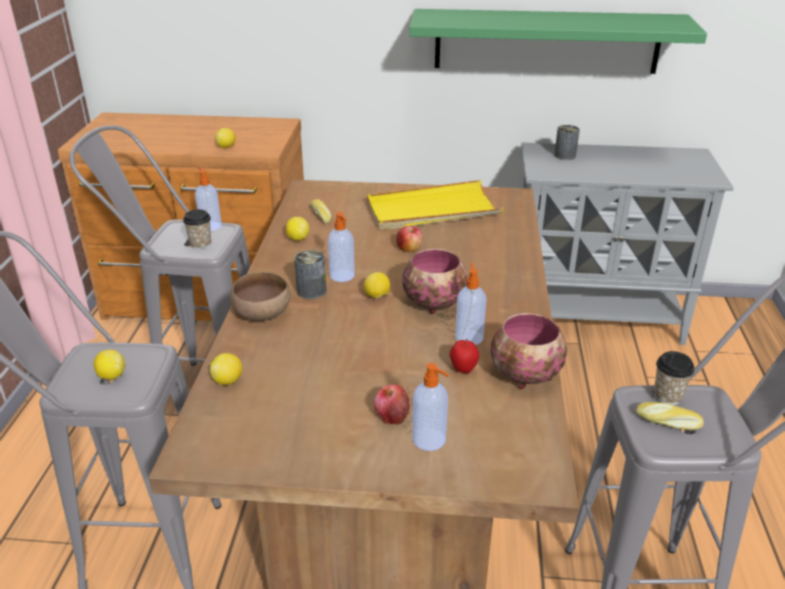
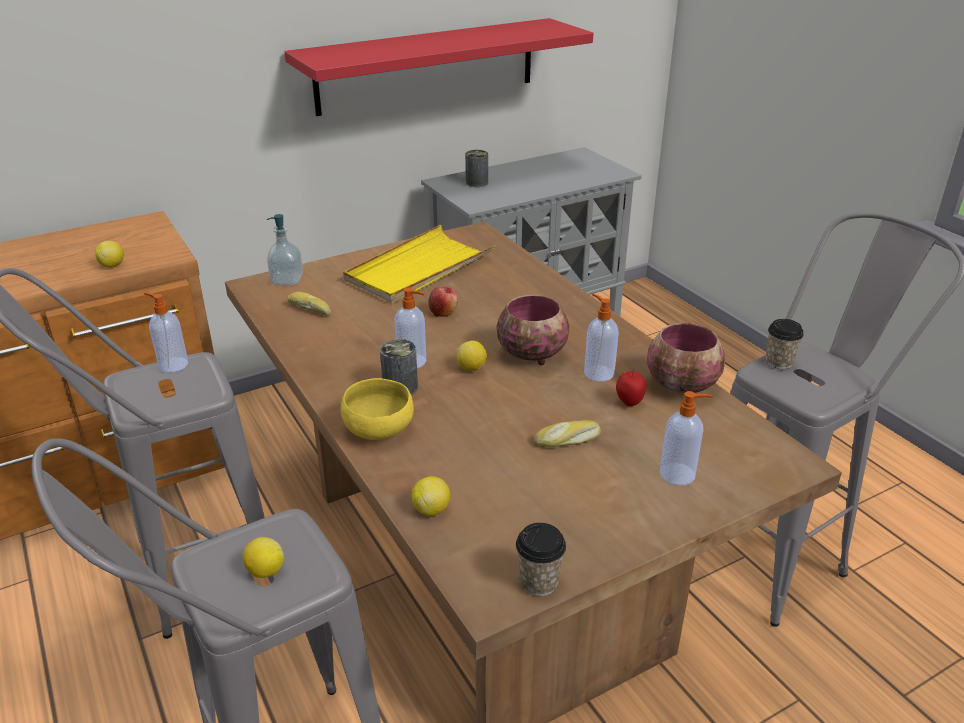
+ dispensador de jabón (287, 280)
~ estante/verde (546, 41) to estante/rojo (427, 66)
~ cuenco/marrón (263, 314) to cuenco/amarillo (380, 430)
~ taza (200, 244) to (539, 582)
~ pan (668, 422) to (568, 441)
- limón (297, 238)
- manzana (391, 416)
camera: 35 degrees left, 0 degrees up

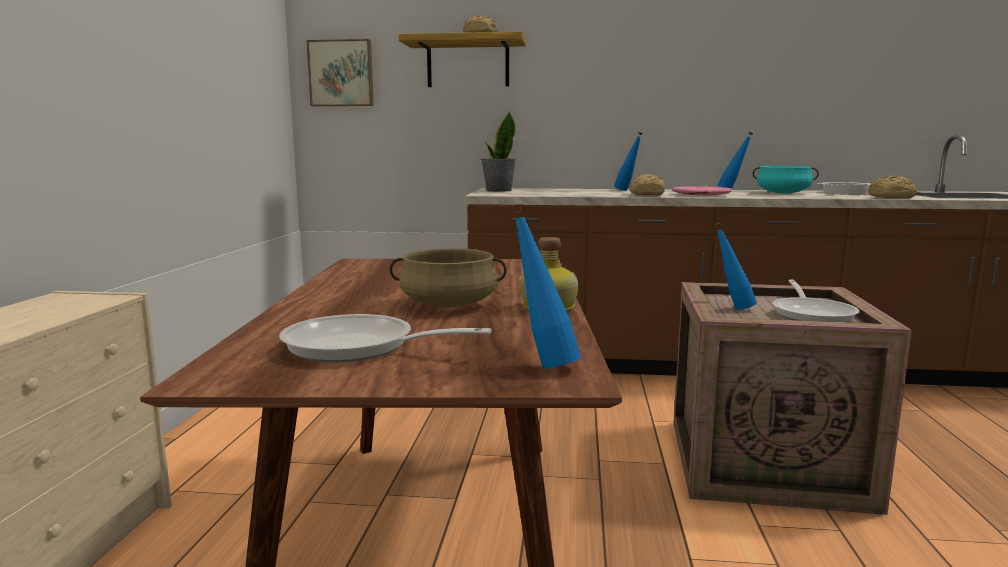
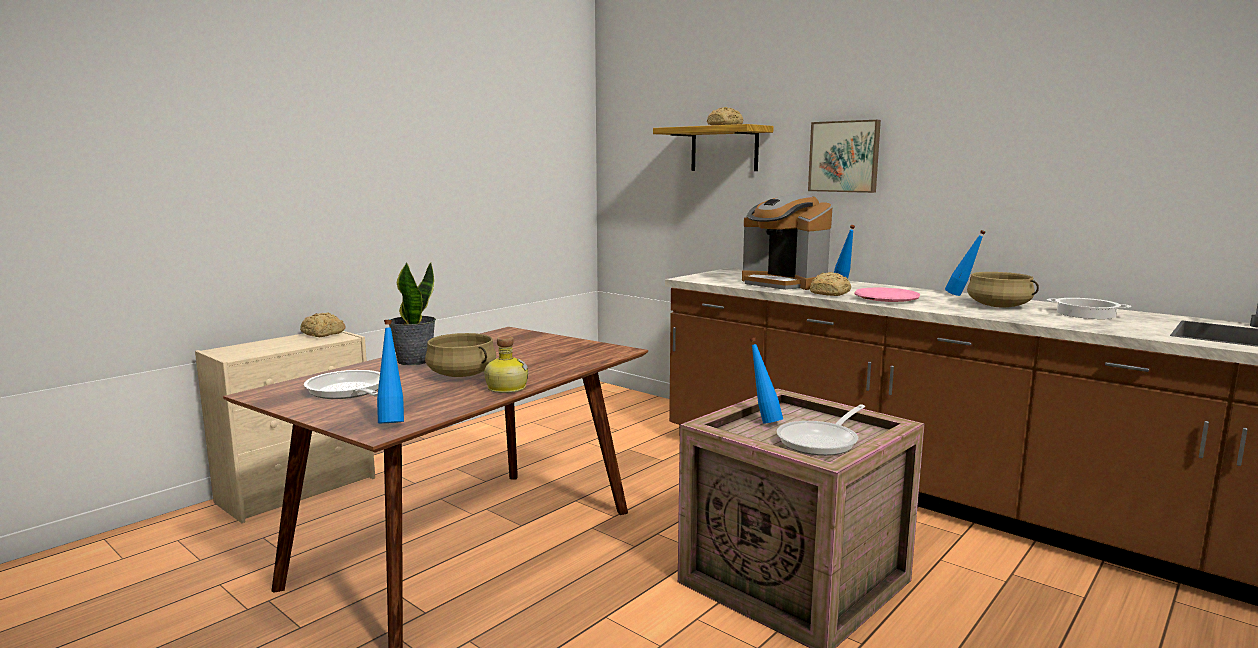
~ pan (892, 197) to (323, 334)
~ planta en maceta (498, 190) to (414, 361)
+ cafetera (784, 283)
~ cuadro (341, 73) to (844, 156)
~ olla/turquesa (783, 193) to olla/beis (999, 306)
camera: 35 degrees right, 0 degrees up

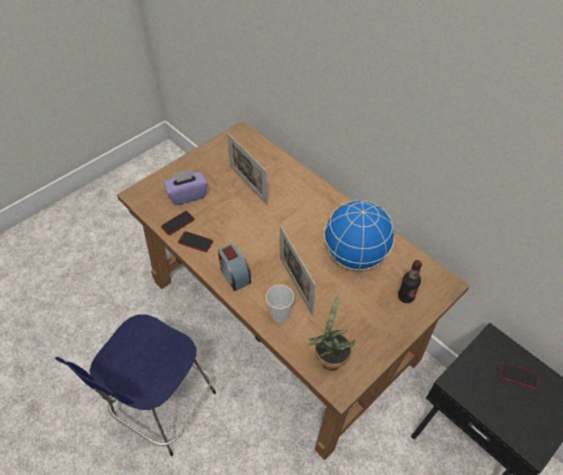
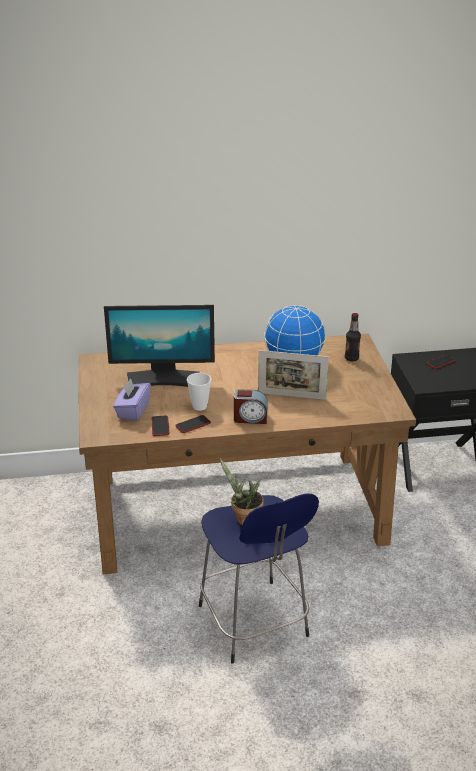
~ portarretratos (248, 185) to monitor (162, 379)
~ taza (280, 315) to (199, 406)
~ planta en maceta (329, 358) to (244, 519)
camera: 55 degrees left, 20 degrees down

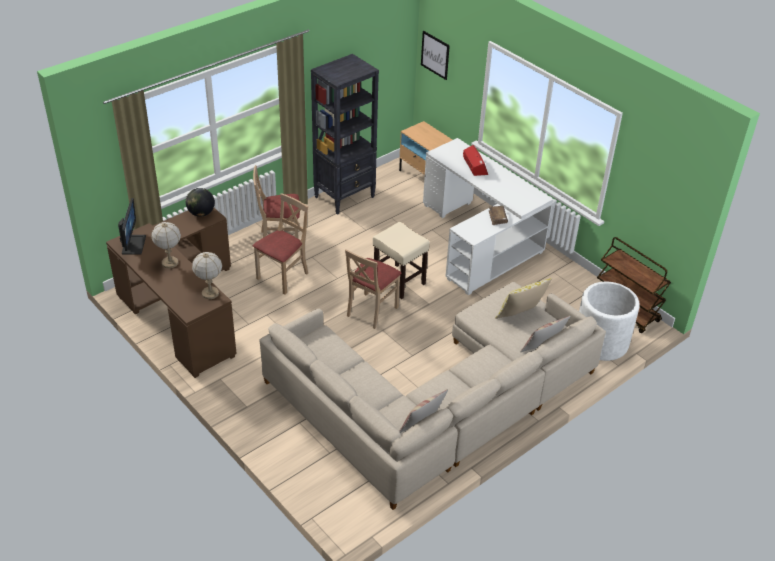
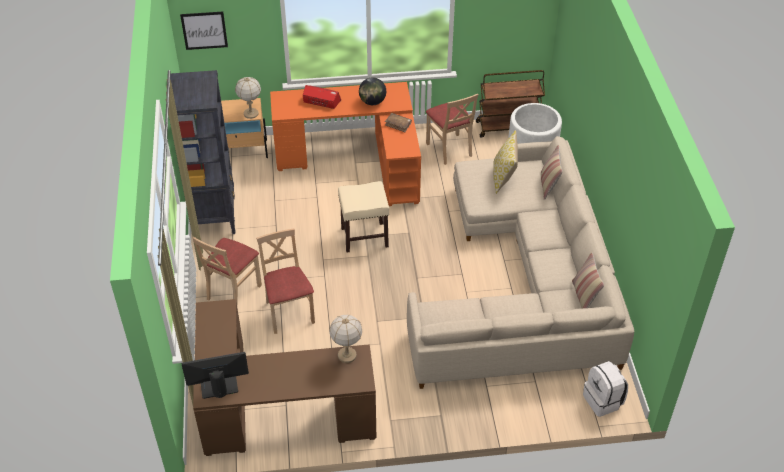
~ monitor (133, 244) = (219, 387) 45 degrees counterclockwise
~ lámpara de mesa (170, 263) to (251, 114)
~ escritorio/blanco (481, 240) to escritorio/naranja (358, 160)
~ globo terráqueo (201, 213) to (372, 102)
~ silla/beis (371, 310) to (449, 149)
+ mochila/blanco (603, 401)
camera: 55 degrees left, 5 degrees up

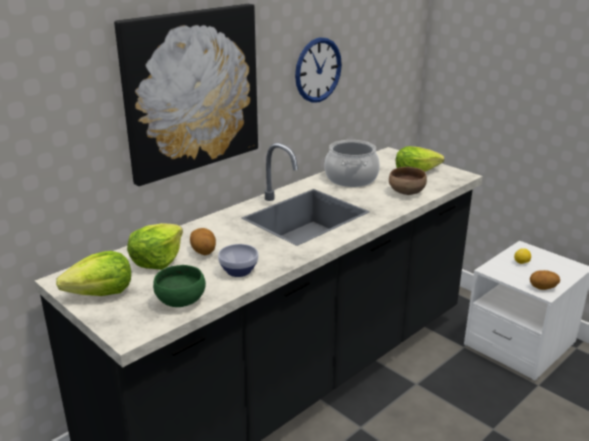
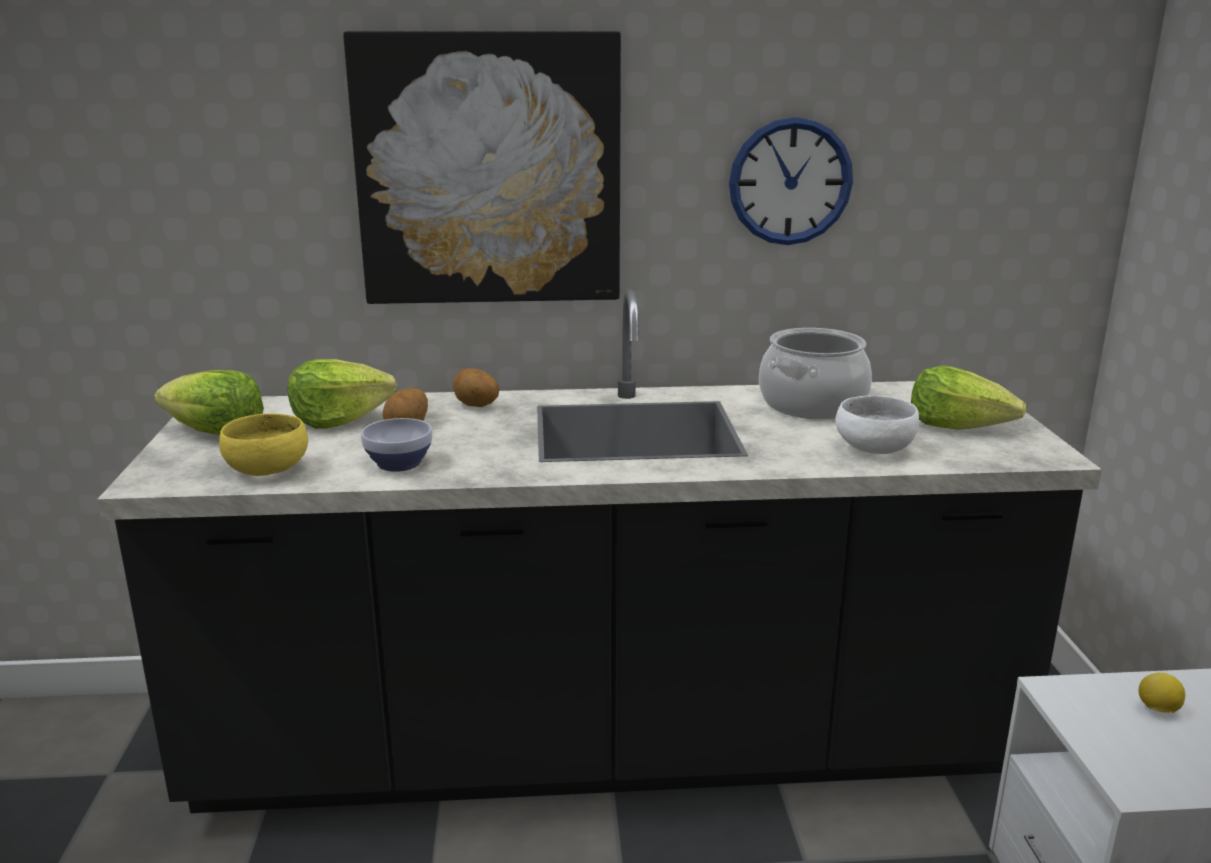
~ cuenco/verde (180, 300) to cuenco/amarillo (267, 469)
~ patata (543, 288) to (475, 406)
~ cuenco/marrón (406, 192) to cuenco/blanco (872, 449)
camera: 40 degrees right, 5 degrees down

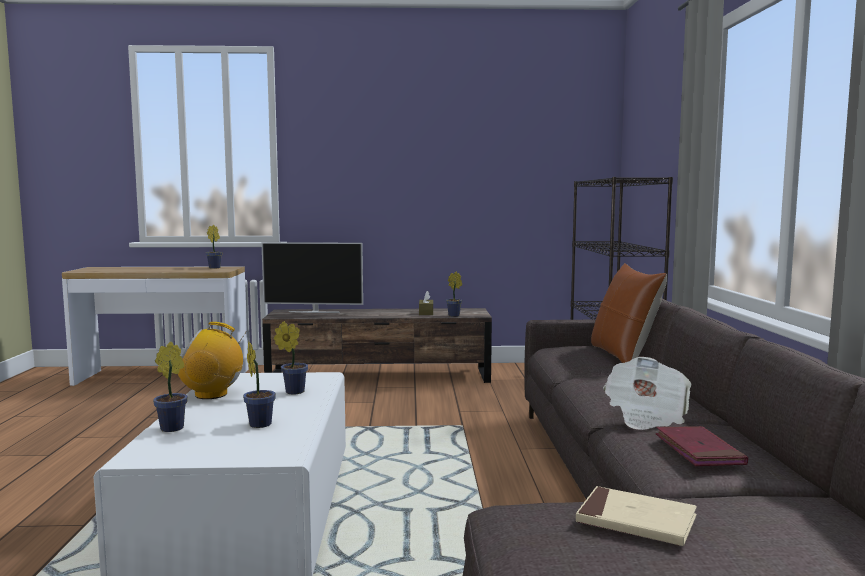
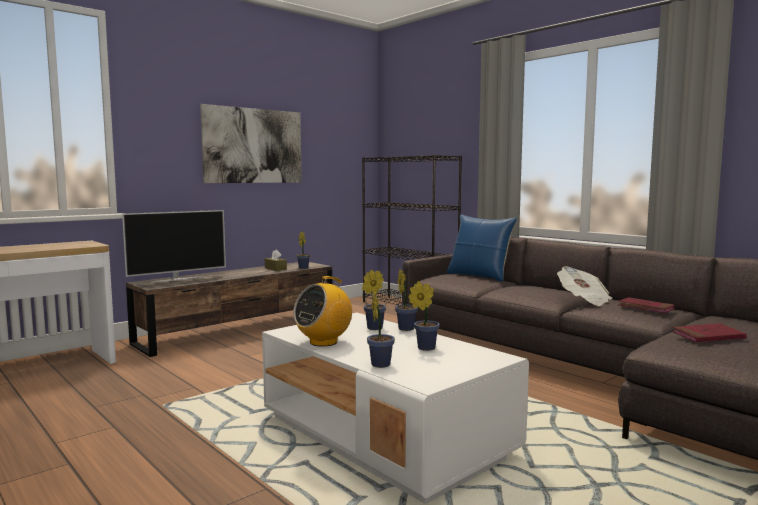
+ cuadro (253, 146)
~ planta en maceta (215, 267) to (405, 328)
~ cojín/marrón (623, 356) to cojín/azul (479, 276)
~ libro/beis (636, 521) to libro/rojo (708, 336)
camera: 40 degrees left, 0 degrees up

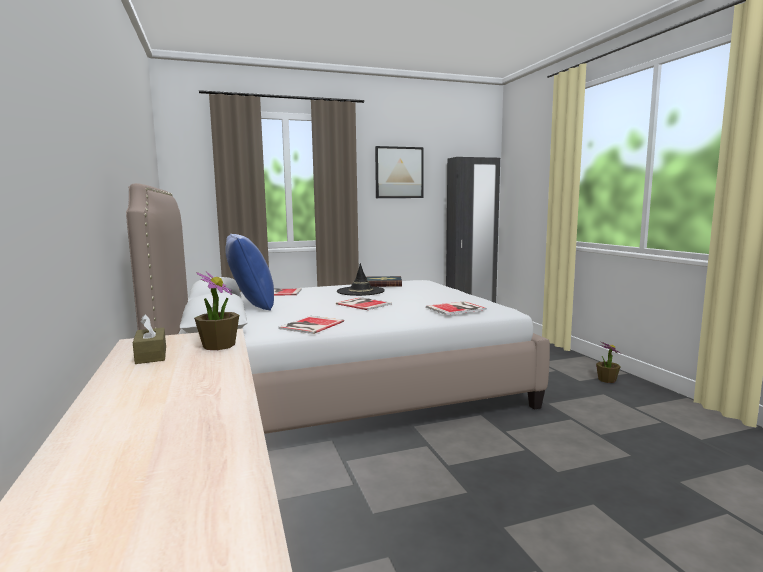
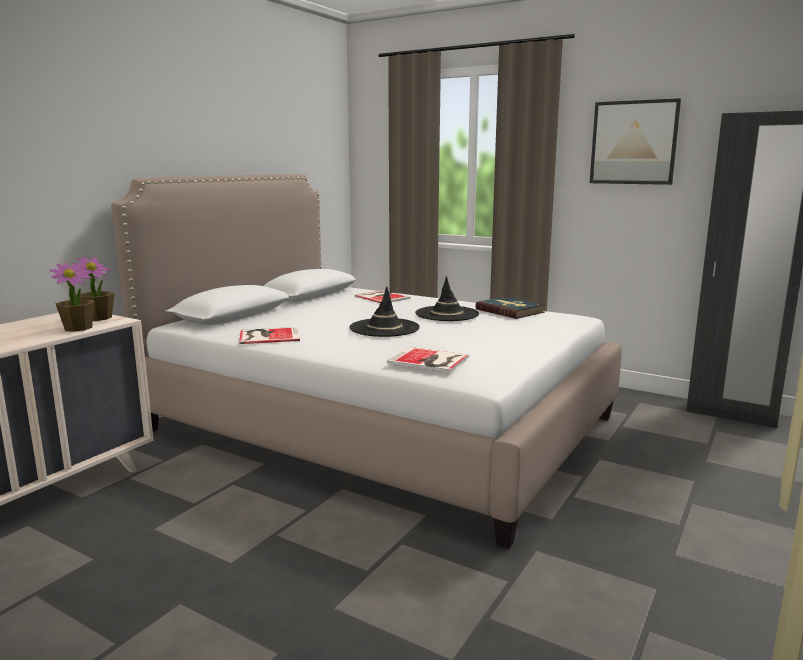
~ planta en maceta (607, 380) to (98, 318)
~ libro (363, 304) to sombrero/negro (384, 328)
- caja de pañuelos/marrón (151, 355)
- cojín/azul (251, 305)
camera: 50 degrees right, 5 degrees up

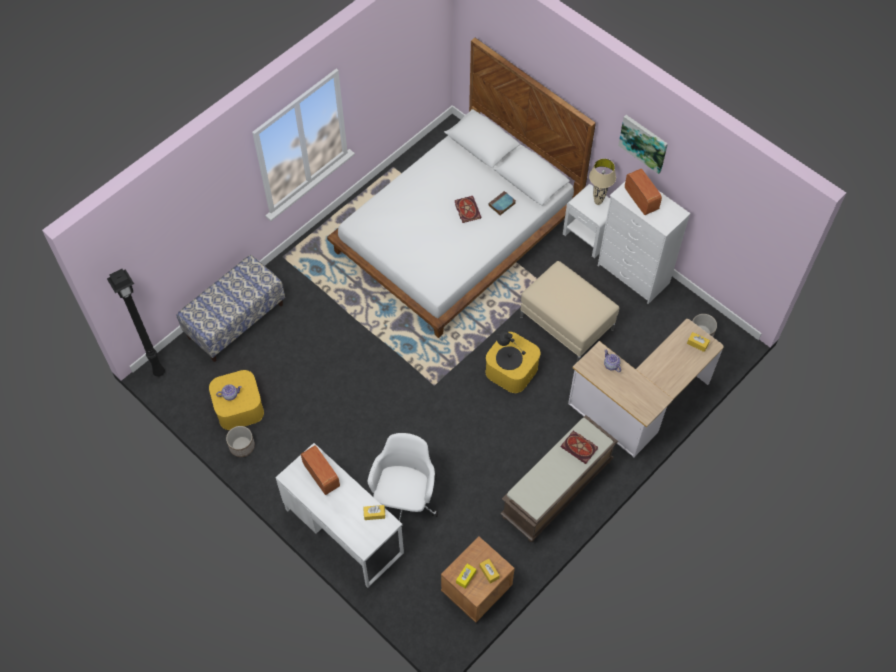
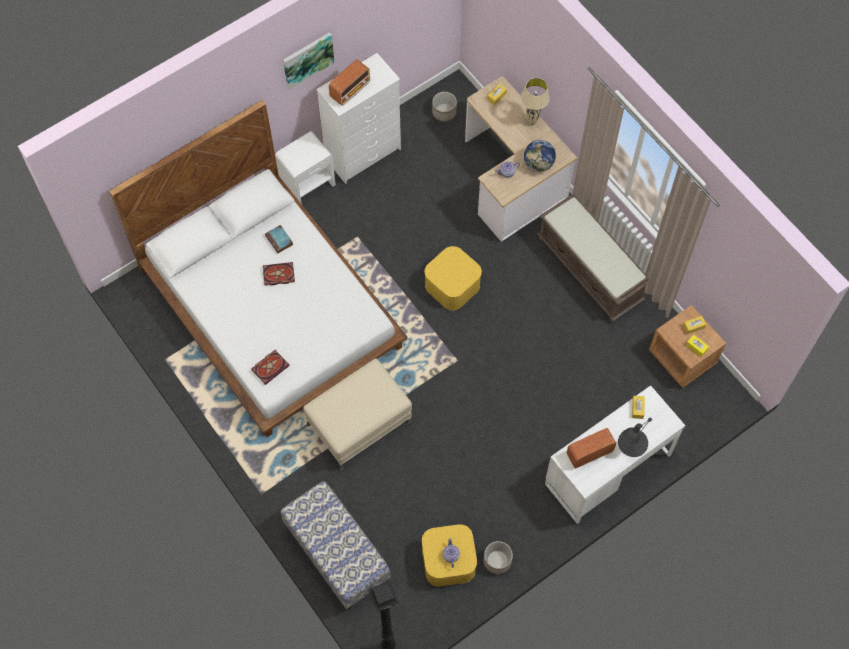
~ libro (580, 448) to (270, 367)
~ puf/beis (567, 322) to (359, 422)
~ radio (641, 199) = (350, 90) 150 degrees clockwise
~ lámpara de mesa/beis (598, 202) to (532, 122)
+ globo terráqueo (538, 164)
~ lámpara de mesa/negro (508, 357) to (632, 443)
- silla de oficina/blanco (405, 499)
camera: 80 degrees left, 5 degrees up

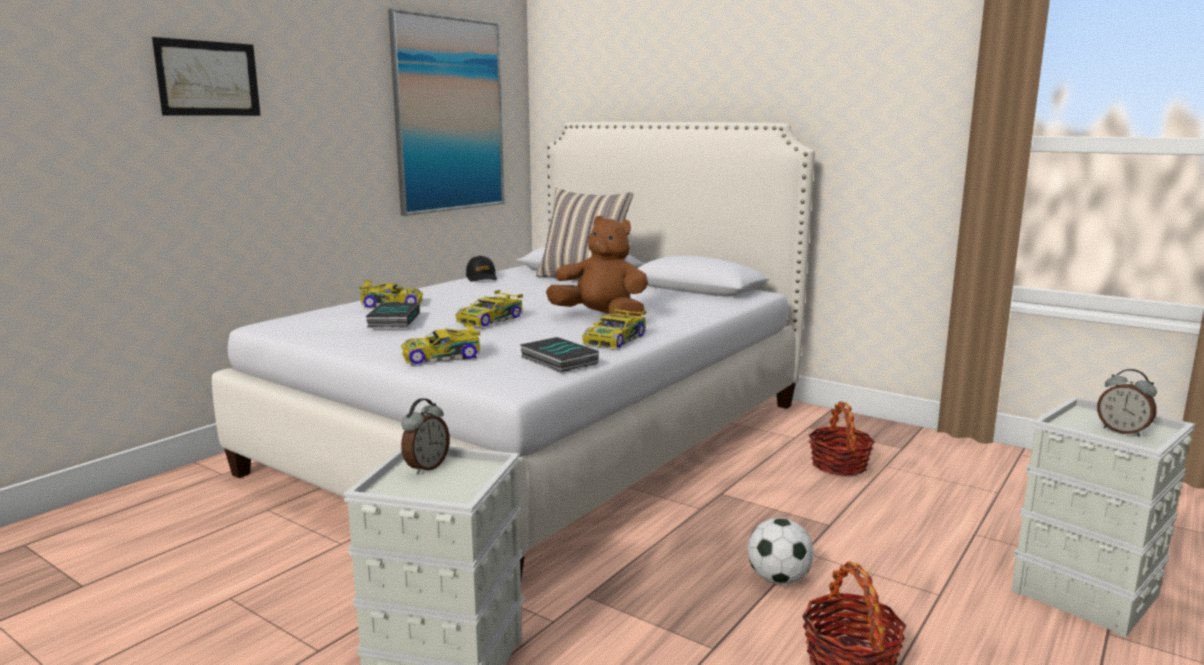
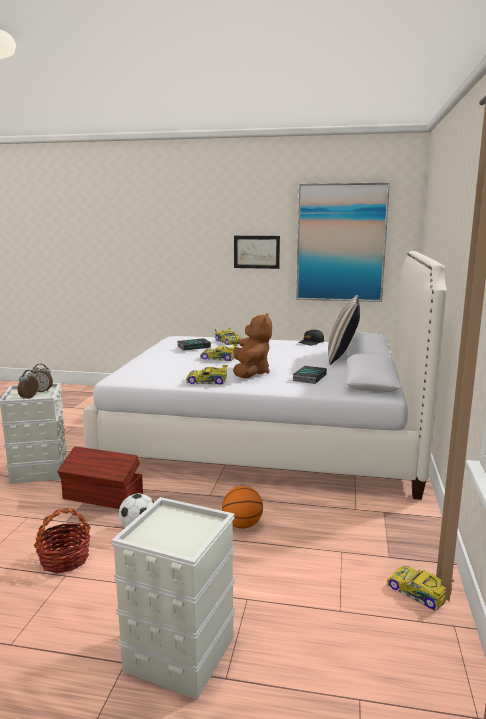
~ despertador (1122, 431) to (29, 398)
+ caja de almacenaje/marrón (103, 497)
+ balón de baloncesto (242, 525)
~ cuadro (208, 78) to (256, 252)
~ libro (557, 360) to (309, 377)
~ coche de juguete (443, 356) to (419, 592)
- cesta (839, 465)
camera: 65 degrees right, 0 degrees up

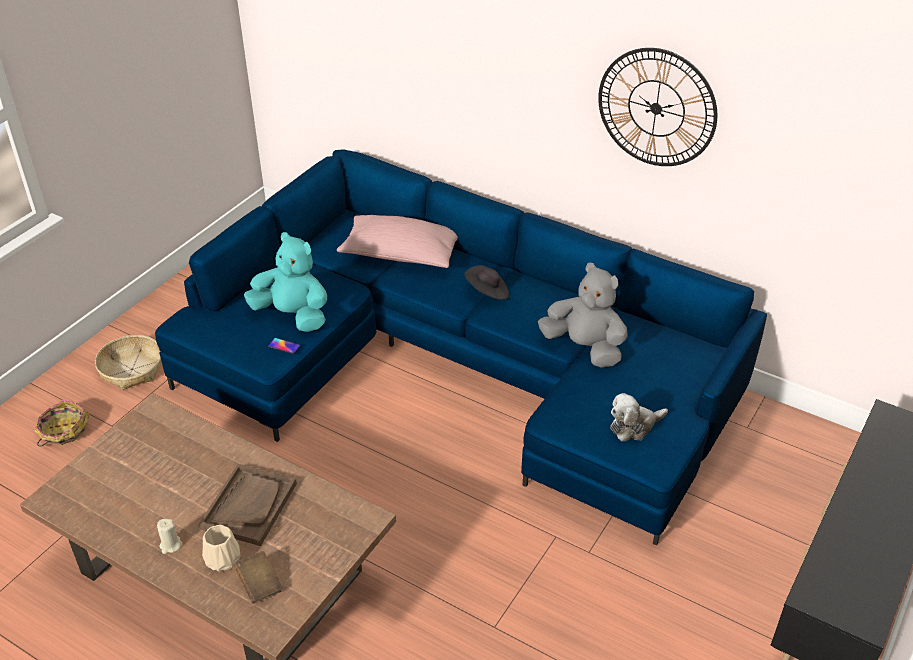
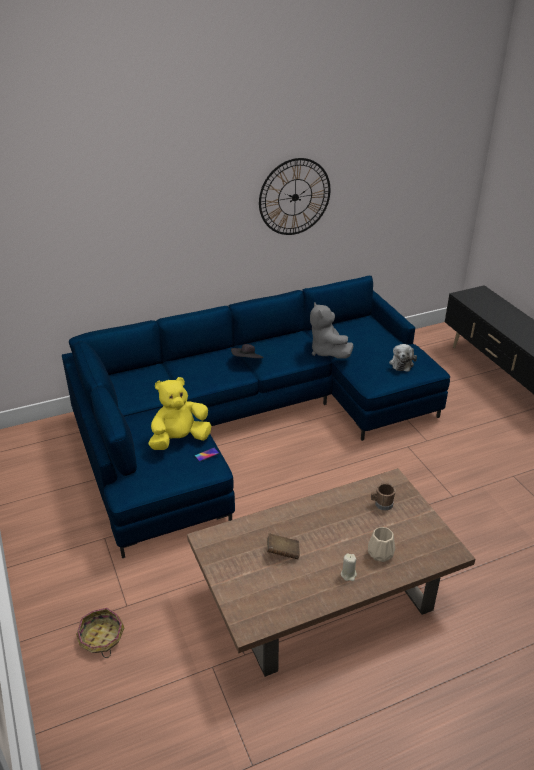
~ peluche/turquesa (293, 315) to peluche/amarillo (179, 440)
~ libro/marrón (259, 584) to (283, 552)
~ peluche/gris (584, 348) = (327, 352) 90 degrees counterclockwise
+ taza grande/marrón (381, 504)
- cesta (132, 369)
- bandeja/marrón (249, 505)
- cojín/rosa (401, 255)
camera: 55 degrees left, 5 degrees down

